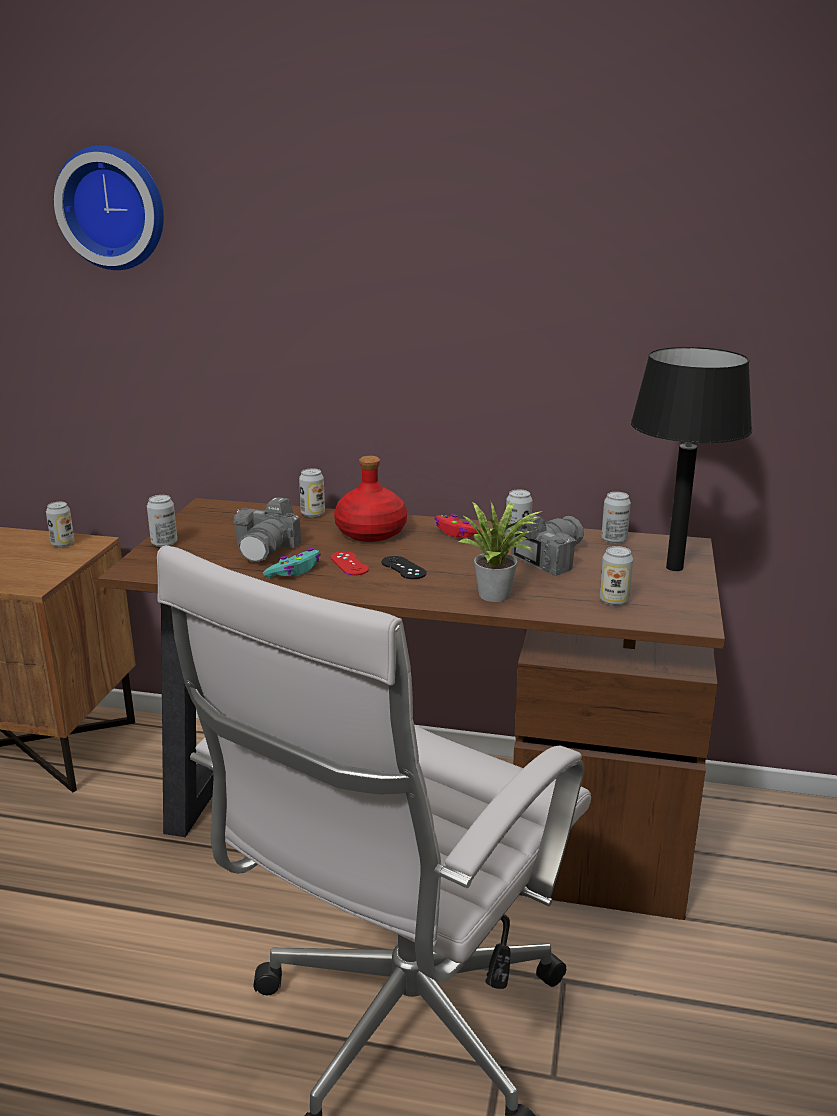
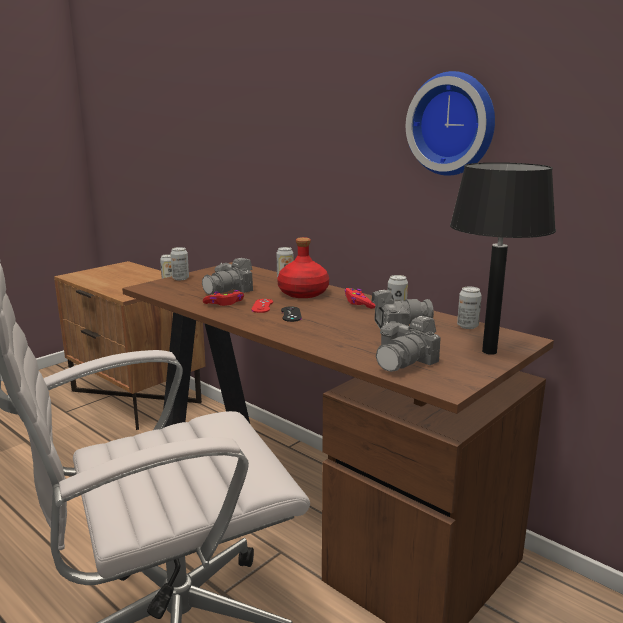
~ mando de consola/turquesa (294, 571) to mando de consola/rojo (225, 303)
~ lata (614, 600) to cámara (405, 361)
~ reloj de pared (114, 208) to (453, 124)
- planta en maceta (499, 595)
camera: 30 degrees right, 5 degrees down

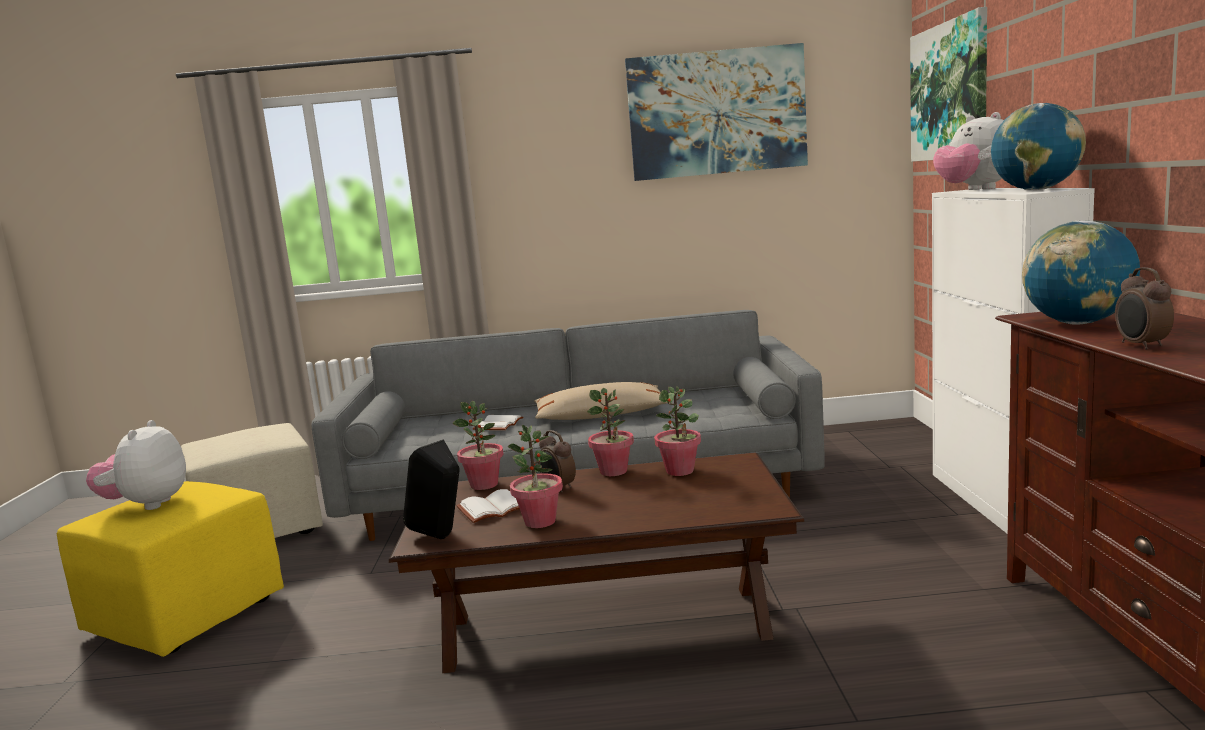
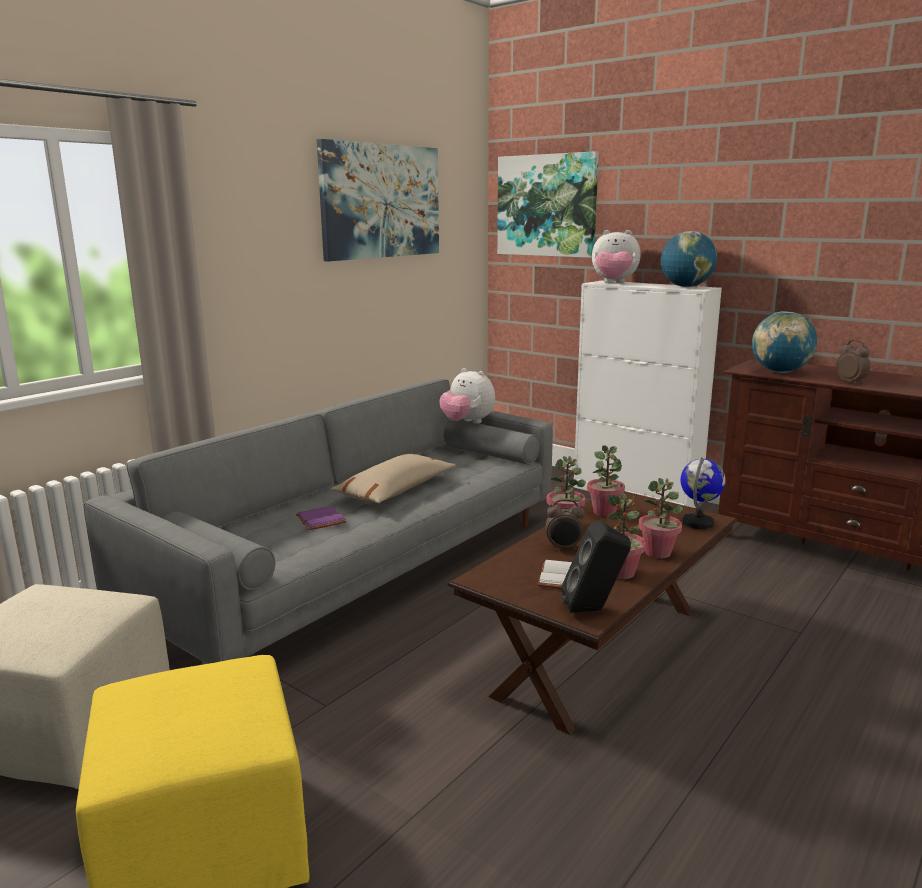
~ libro/blanco (497, 424) to libro/morado (319, 520)
~ peluche (146, 505) to (467, 423)
~ planta en maceta (484, 485) to (658, 553)
+ globo terráqueo (698, 523)
~ despertador (1140, 346) = (851, 382) 150 degrees counterclockwise
camera: 50 degrees left, 5 degrees up

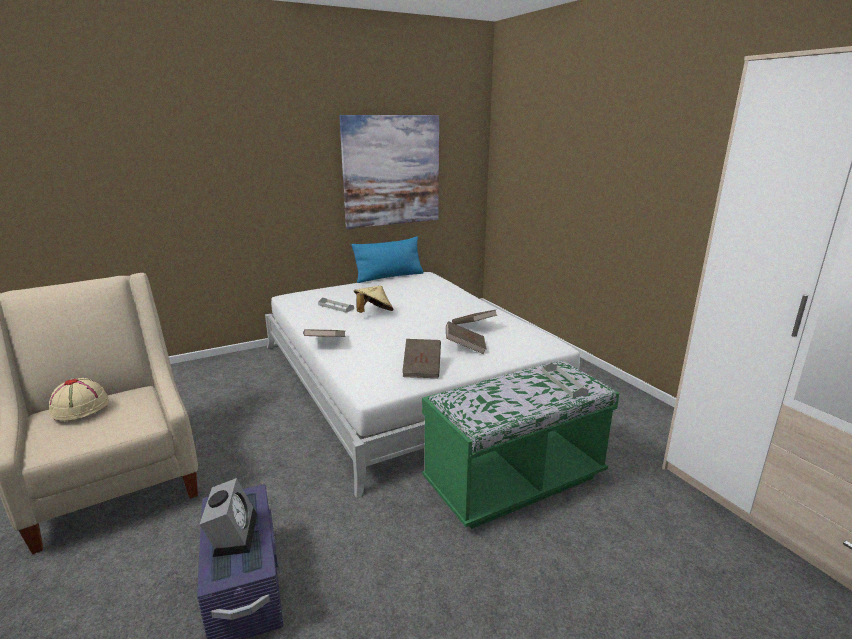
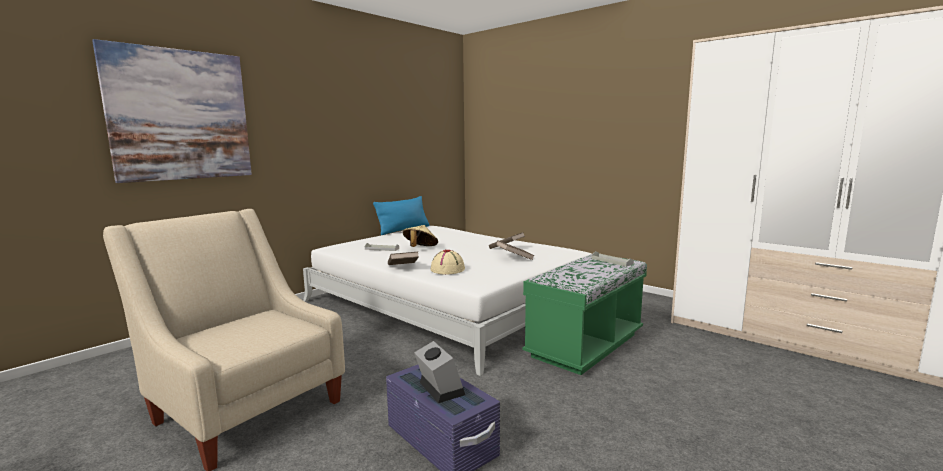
~ cuadro (391, 171) to (180, 115)
~ sombrero/beis (80, 406) to (448, 269)
- libro/marrón (422, 369)
camera: 20 degrees left, 10 degrees down

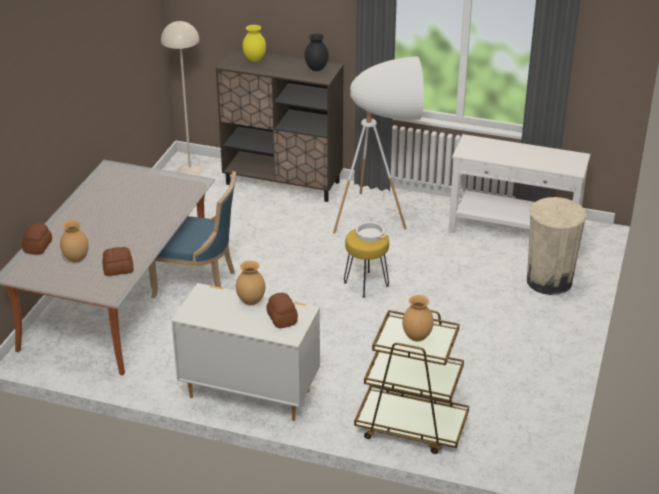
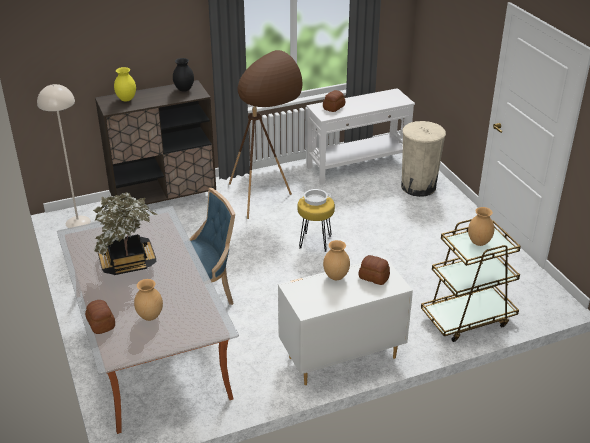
+ planta en maceta (128, 262)
~ lámpara de pie/blanco (382, 218) to lámpara de pie/marrón (266, 194)
~ pan (118, 269) to (333, 107)
camera: 40 degrees left, 0 degrees up

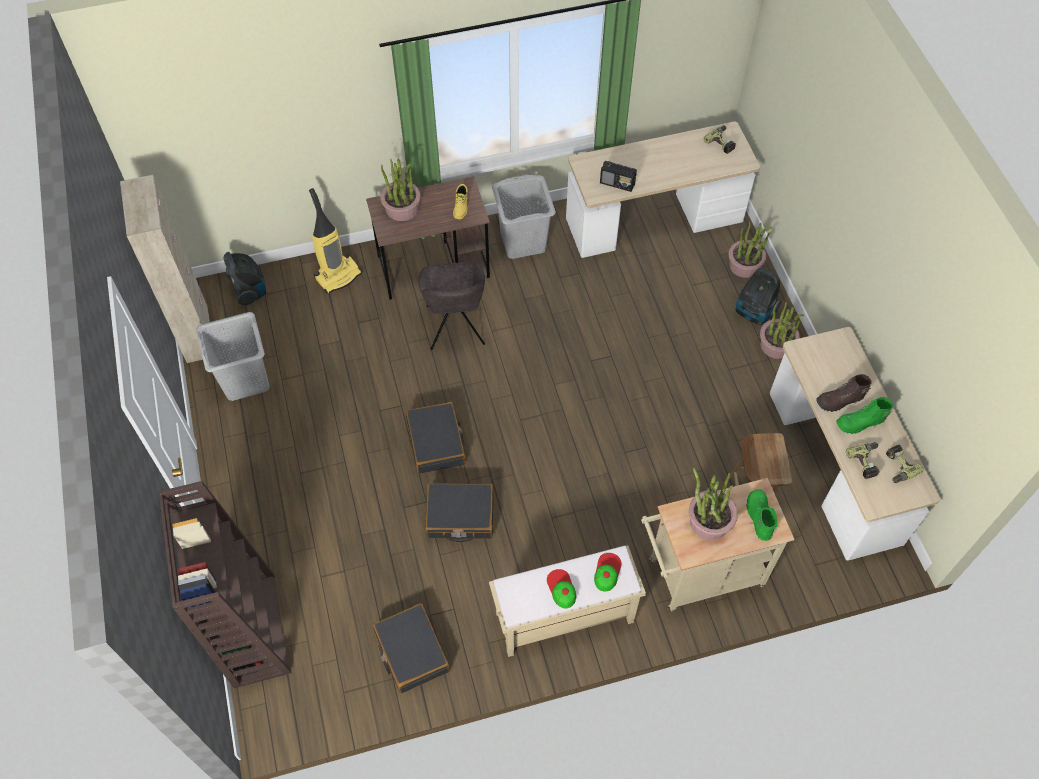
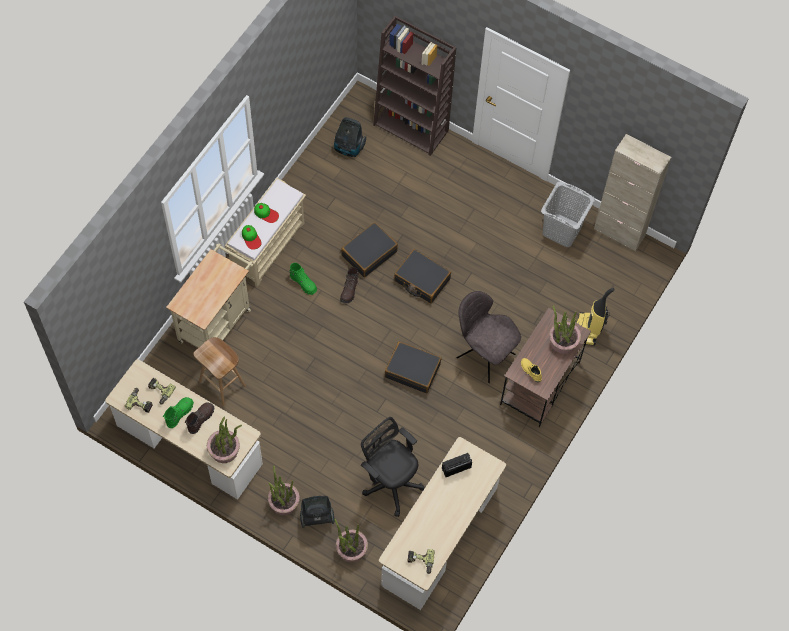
~ planta en maceta (709, 521) to (224, 450)
~ bota/verde (758, 517) to (303, 283)
~ aspiradora (250, 290) to (349, 148)
+ bota/marrón (349, 290)
+ silla de oficina/negro (390, 481)
~ maleta/negro (411, 652) to (412, 370)
- cesto de la ropa/gris (522, 242)
camera: 135 degrees right, 5 degrees up

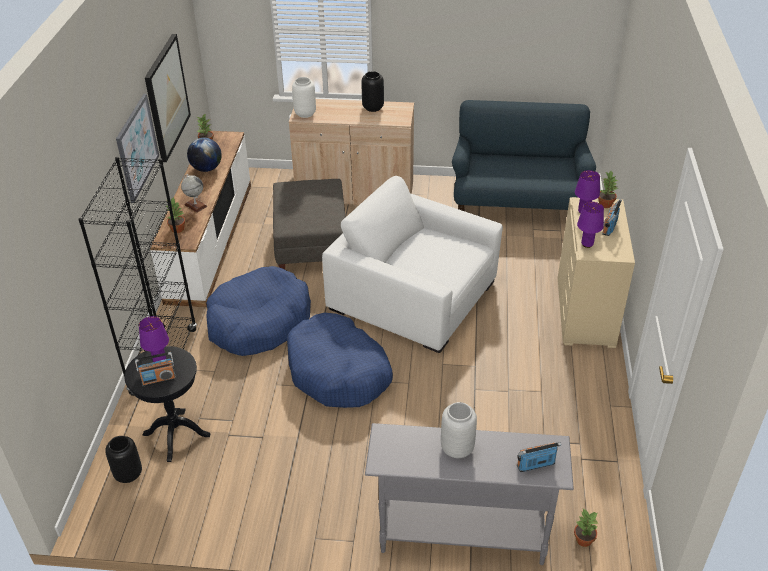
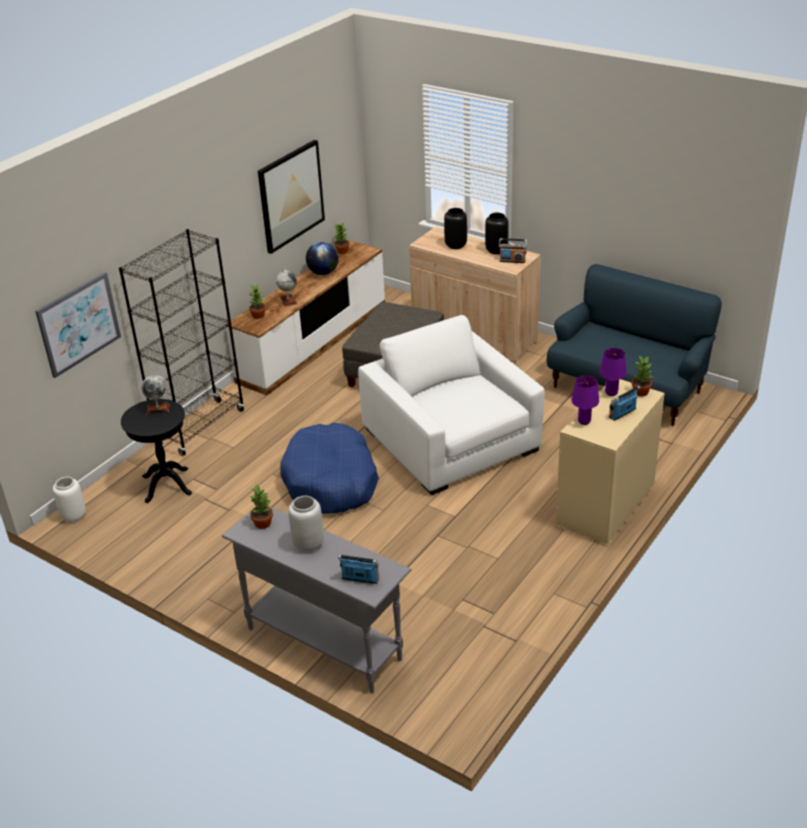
~ cuadro (137, 147) to (78, 324)
~ florero/blanco (305, 114) to (73, 516)
~ lámpara de mesa/morado (159, 360) to globo terráqueo (158, 409)
~ planta en maceta (583, 539) to (262, 523)
~ florero/negro (128, 474) to (456, 245)
~ radio (158, 379) to (512, 261)
- cama para perro/azul (259, 322)
camera: 30 degrees right, 5 degrees down

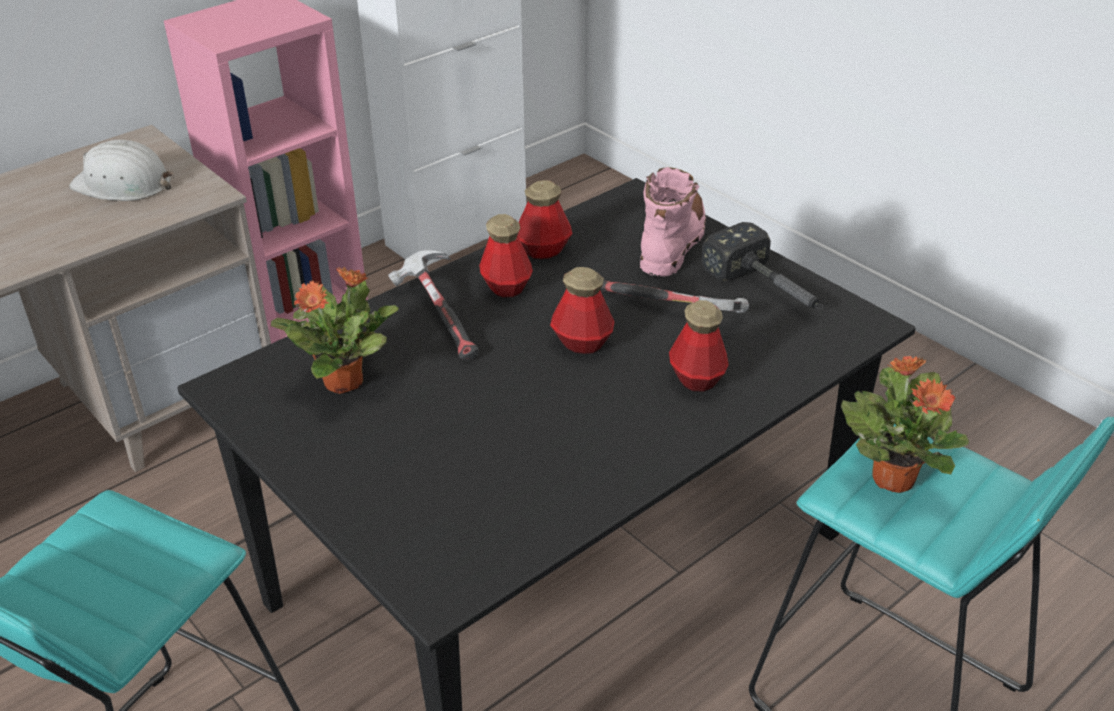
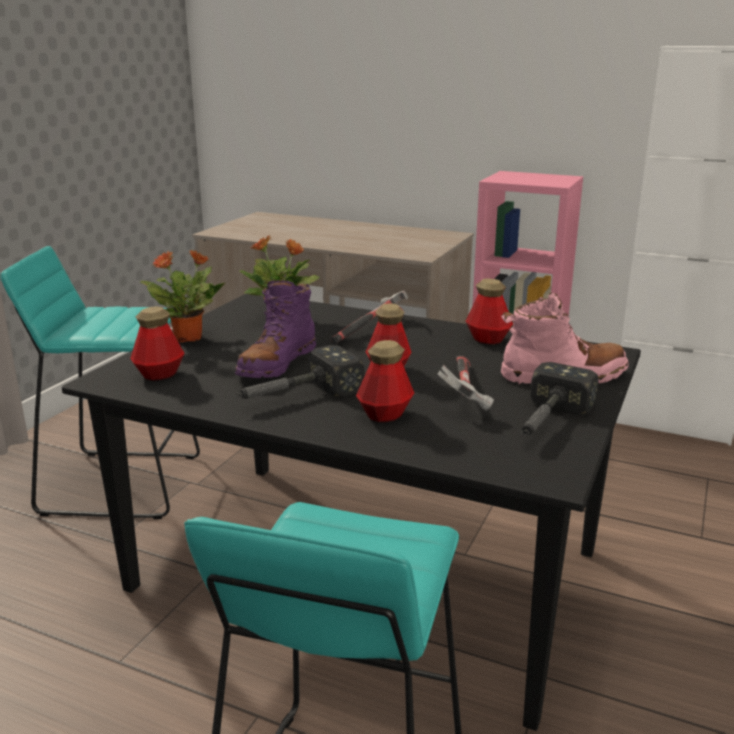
~ botella (506, 287) to (159, 374)
~ planta en maceta (892, 477) to (189, 338)
+ martillo (295, 397)
+ bota/morado (277, 363)
- casco/blanco (123, 184)
camera: 65 degrees right, 15 degrees down

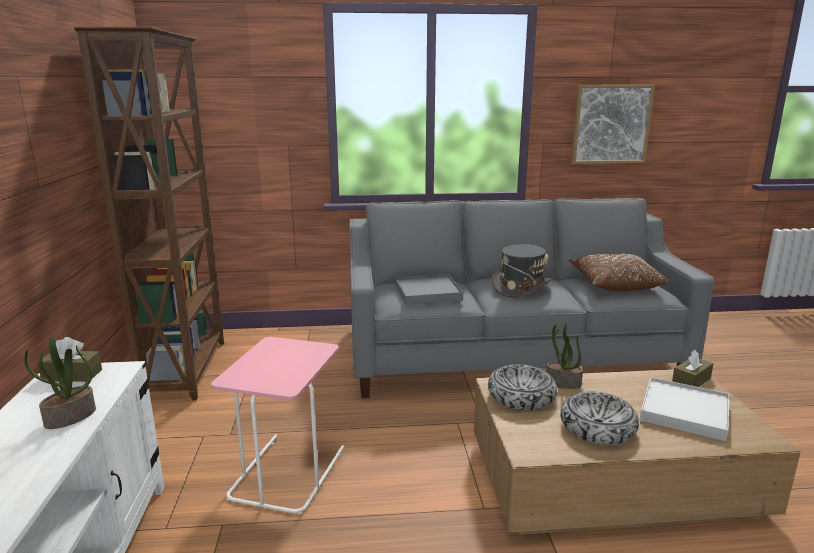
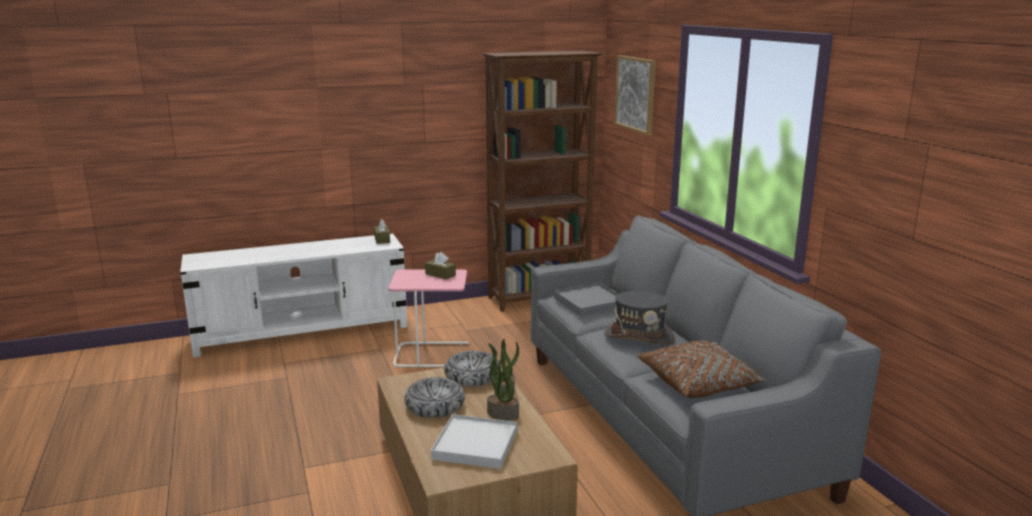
~ caja de pañuelos/marrón (691, 381) to (440, 275)
~ planta en maceta (70, 418) to (502, 414)
~ cuadro (611, 124) to (636, 94)
camera: 75 degrees right, 0 degrees up

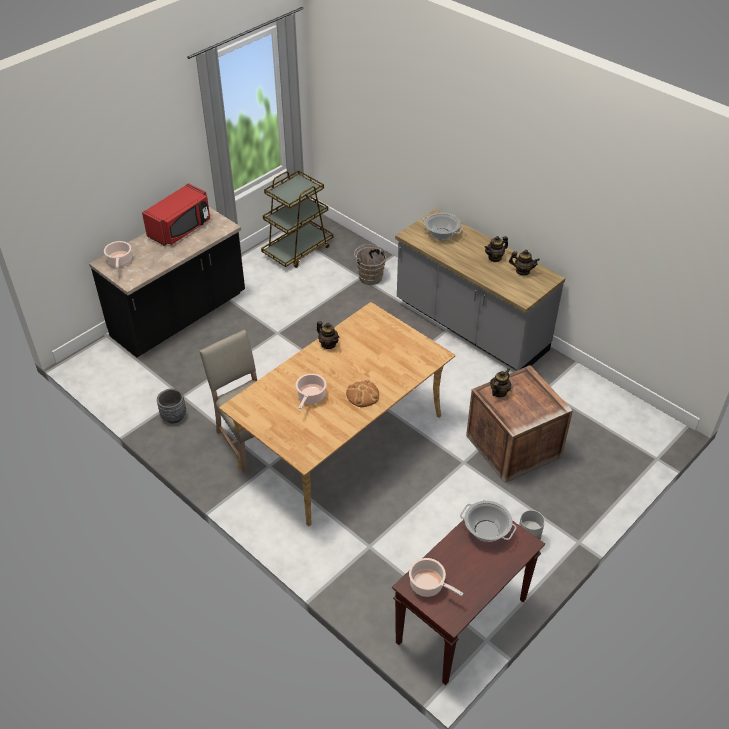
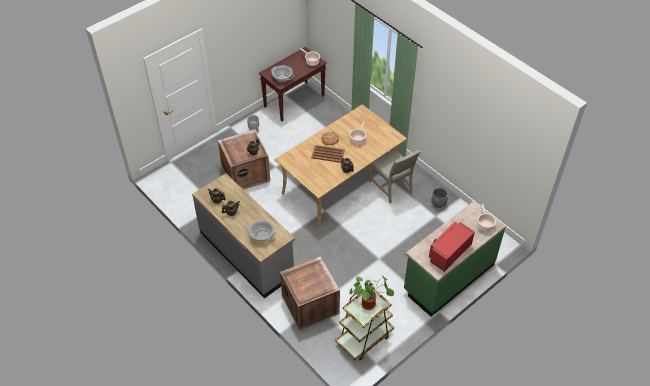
~ cubo/marrón (369, 276) to caja de embalaje (310, 305)
+ bandeja/marrón (328, 154)
+ planta en maceta (370, 303)
~ mueble bajo de cocina/negro (180, 316) to mueble bajo de cocina/verde (448, 277)
camera: 175 degrees left, 5 degrees up

